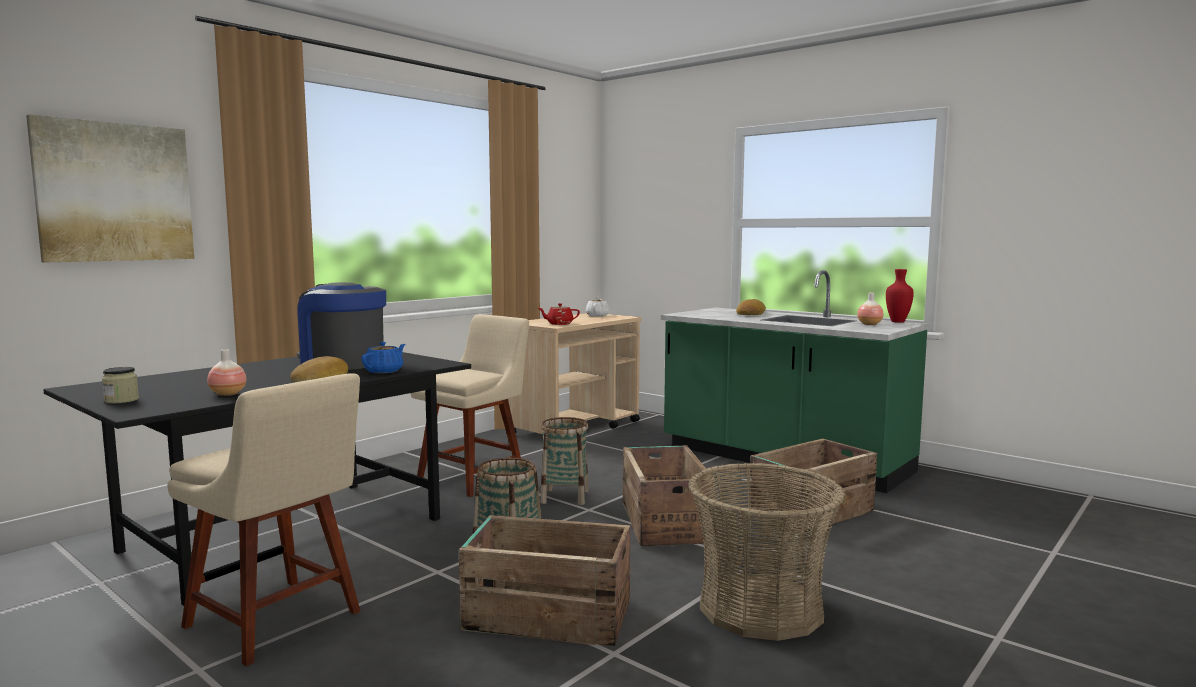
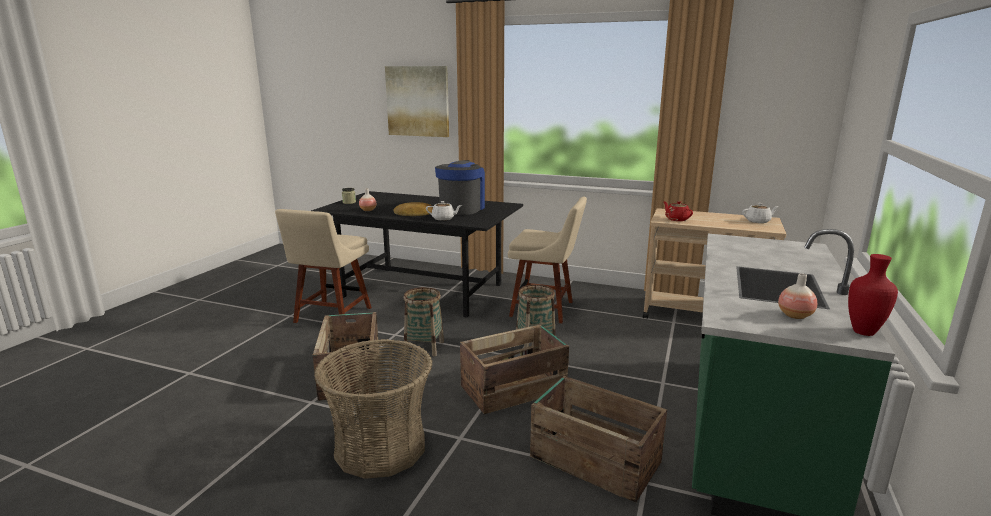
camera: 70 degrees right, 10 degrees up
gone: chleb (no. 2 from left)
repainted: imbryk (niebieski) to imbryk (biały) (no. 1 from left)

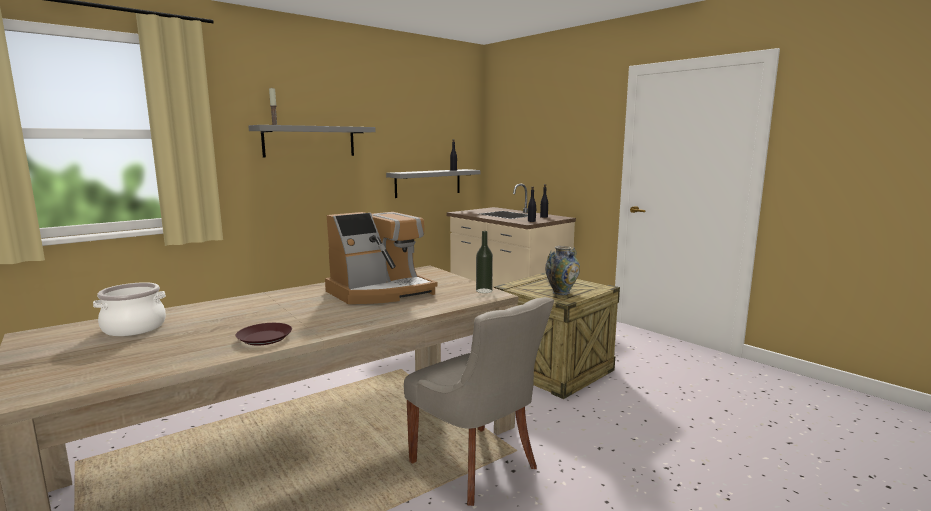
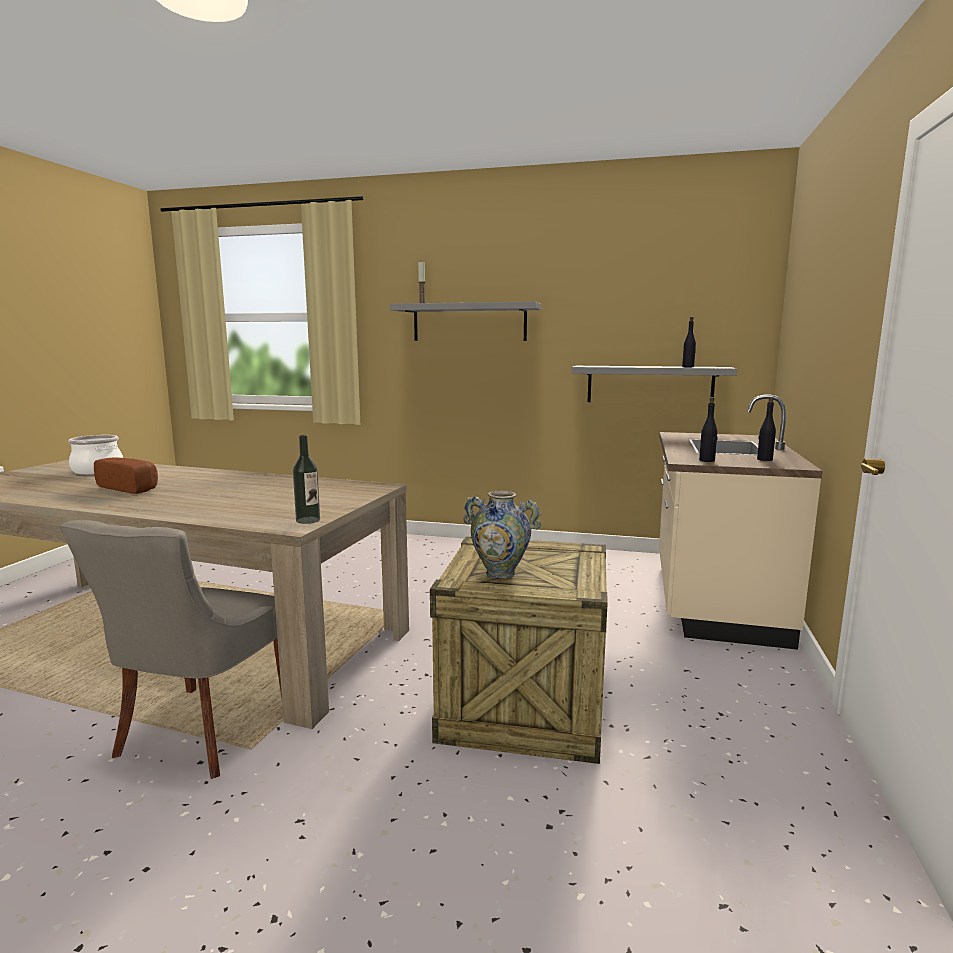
camera: 55 degrees right, 0 degrees up
gone: talerz (brązowy); ekspres do kawy
new: chleb

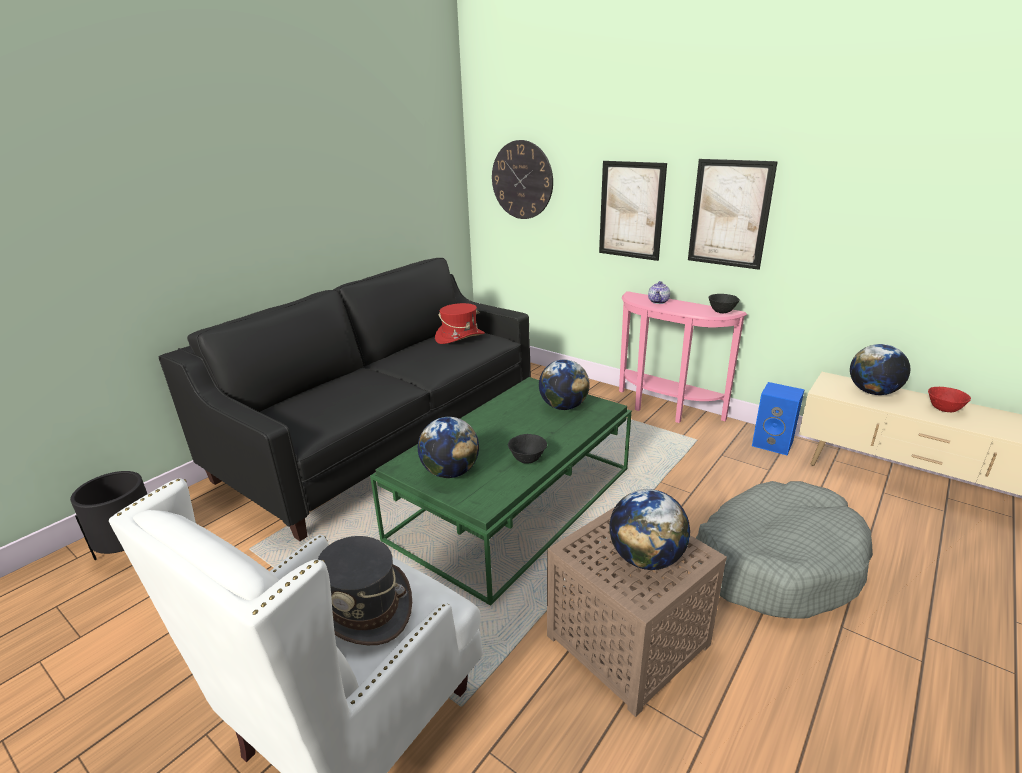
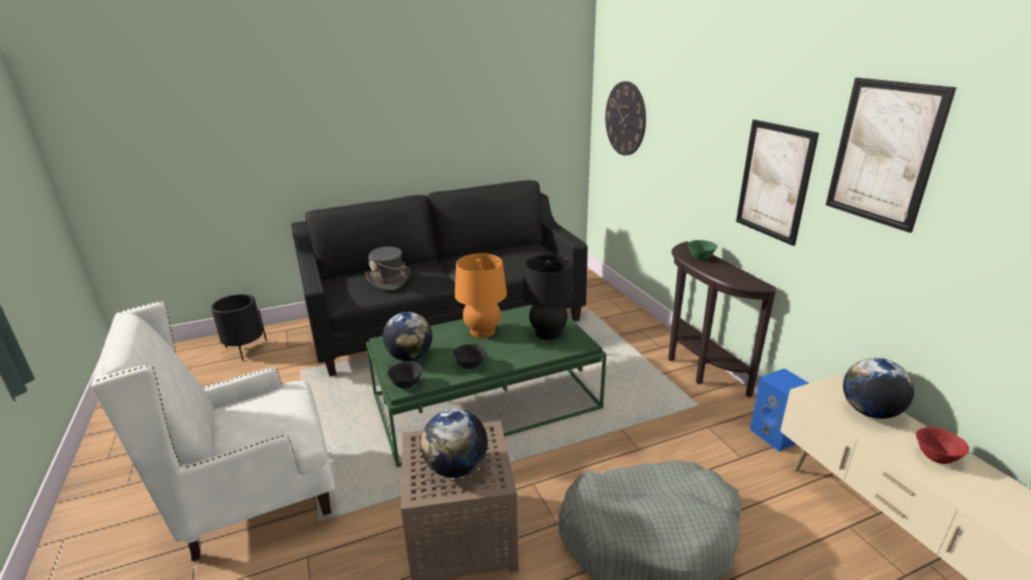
camera: 30 degrees right, 0 degrees up
gone: kapelusz (czerwony)
new: lampa stołowa (pomarańczowy)
shifted: kapelusz (szary); obraz (no. 1 from left in the first image) to obraz (no. 2 from left); miska (czarny) (no. 2 from left in the first image) to miska (czarny) (no. 1 from left)
swapped: globus (no. 2 from left) to lampa stołowa (czarny); imbryk to miska (zielony)
repainted: stolik konsolowy (różowy) to stolik konsolowy (brązowy)

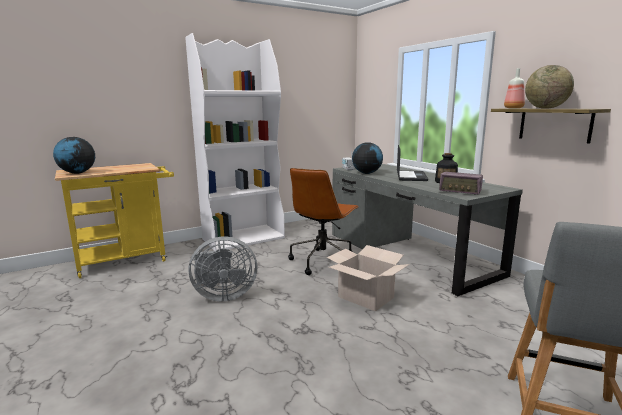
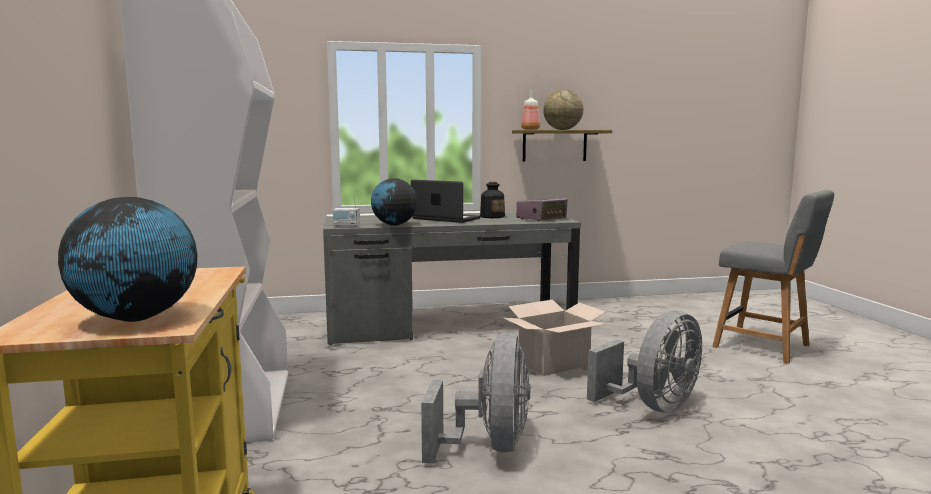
camera: 70 degrees left, 5 degrees down
gone: krzesło biurowe (brązowy)
new: wentylator (szary) (no. 2 from left)

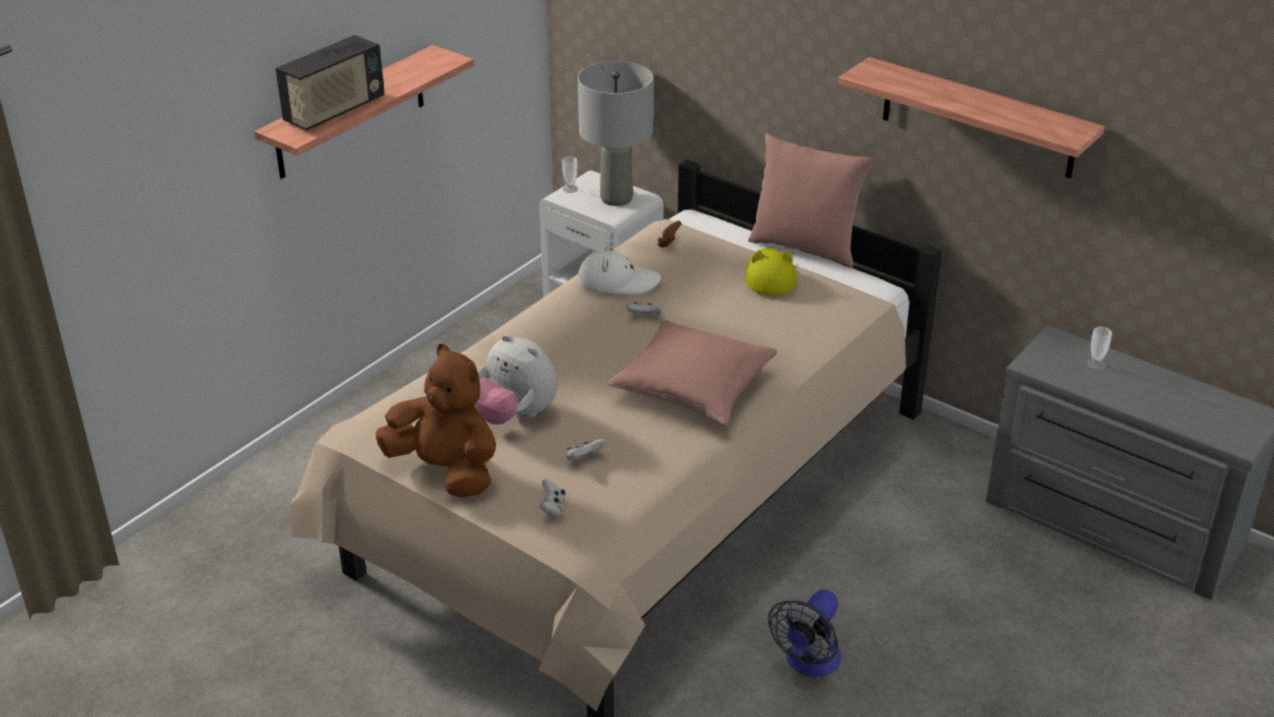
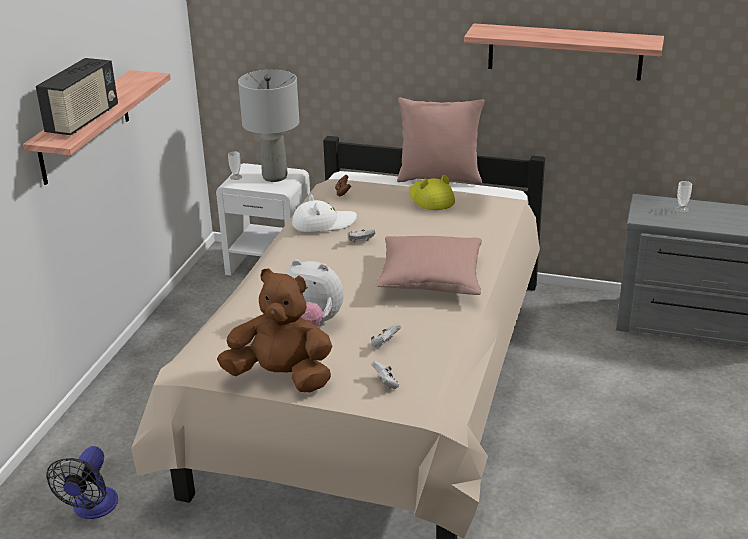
camera: 20 degrees left, 5 degrees down
shifted: wentylator

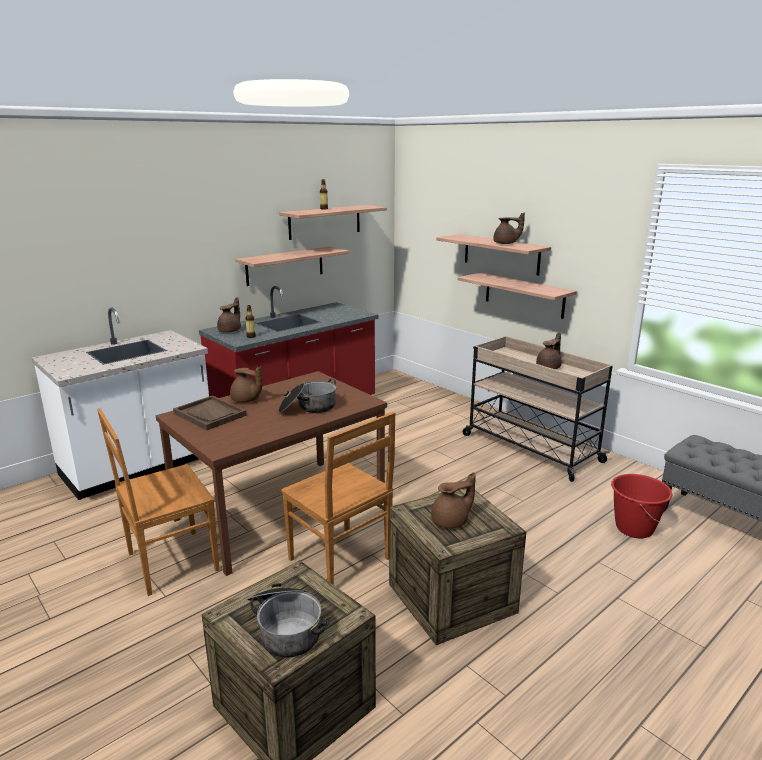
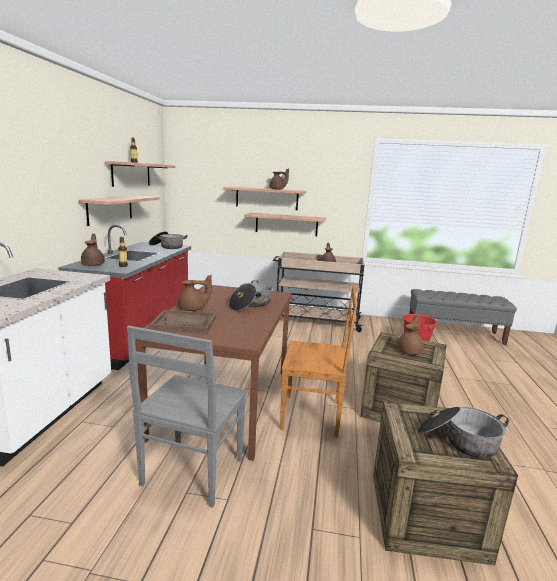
camera: 40 degrees left, 5 degrees down
new: garnek (no. 1 from left)
repainted: krzesło (brązowy) (no. 1 from left) to krzesło (szary)

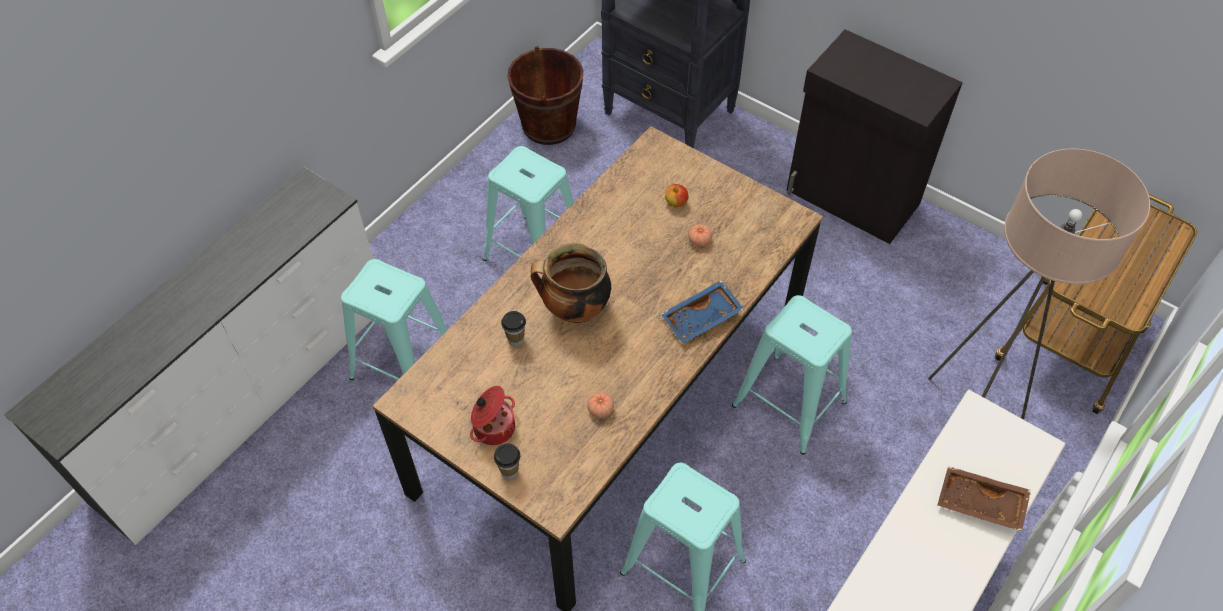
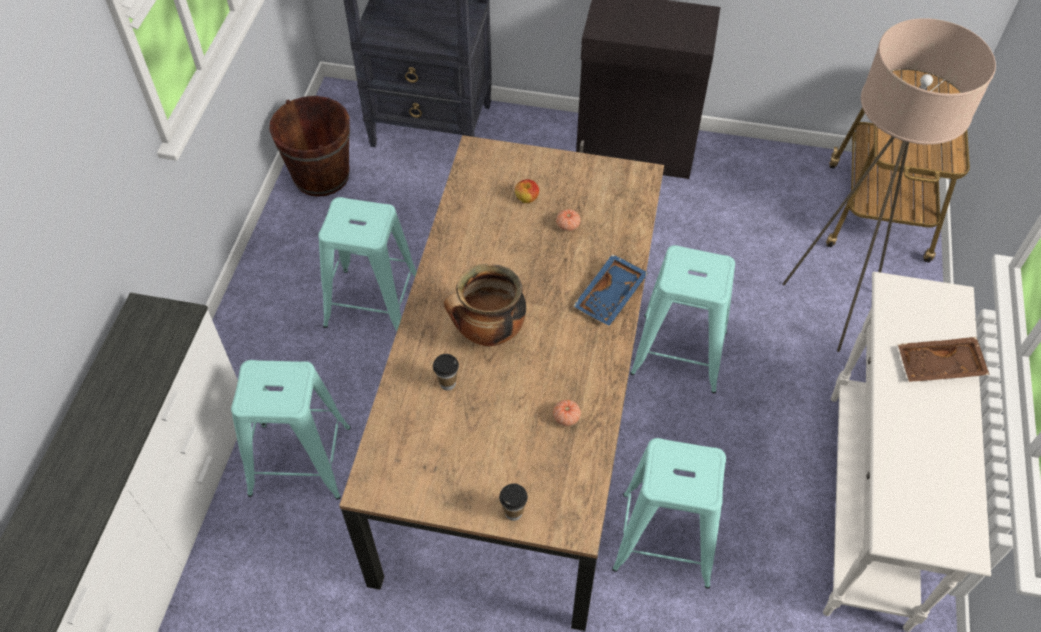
camera: 25 degrees left, 0 degrees up
gone: garnek (no. 1 from left)

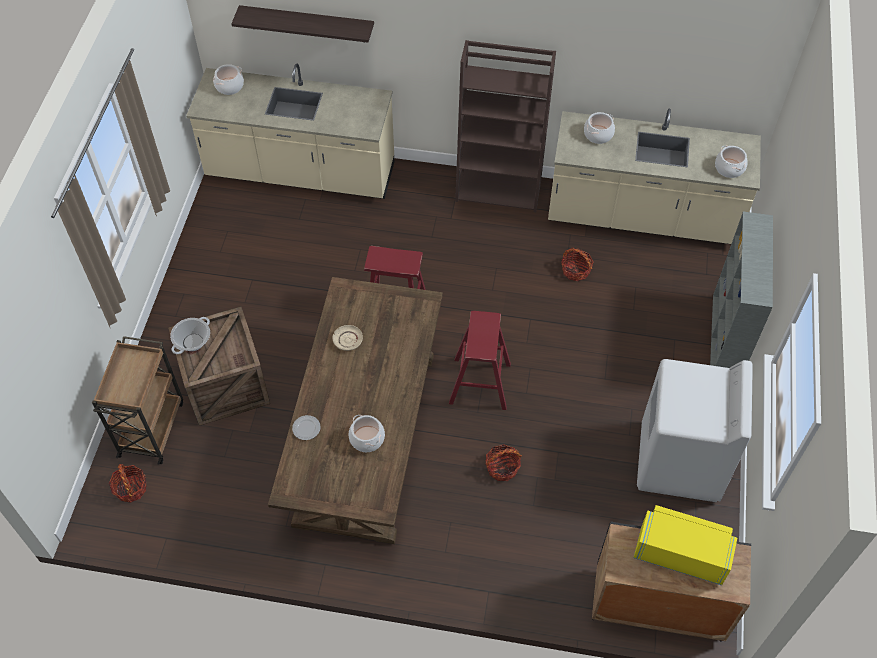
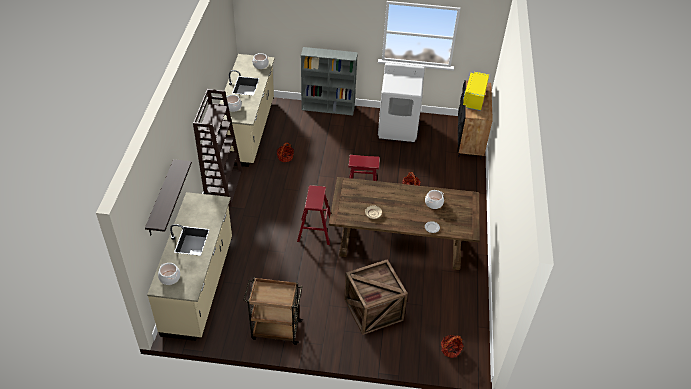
camera: 95 degrees left, 10 degrees down
gone: garnek (no. 1 from left)
shifted: wózek (brązowy)

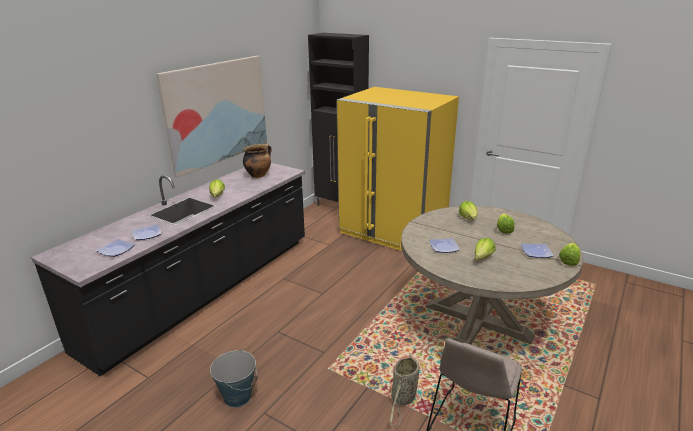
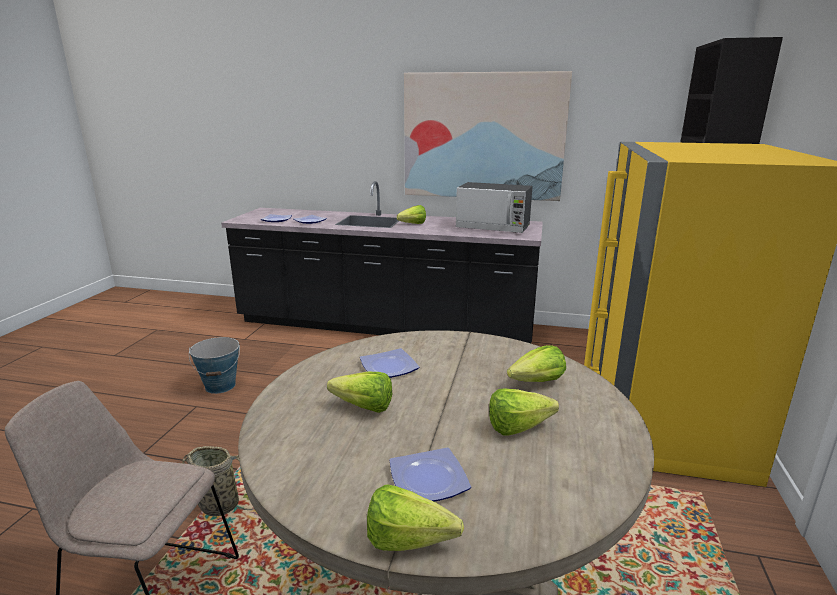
camera: 70 degrees right, 5 degrees down
swapped: garnek to mikrofalówka

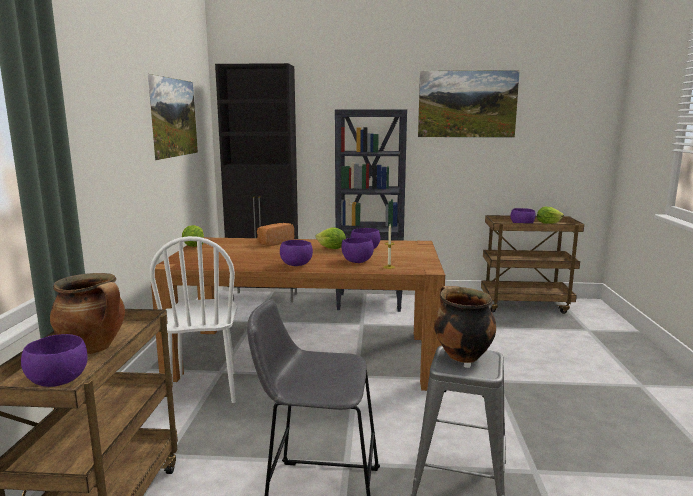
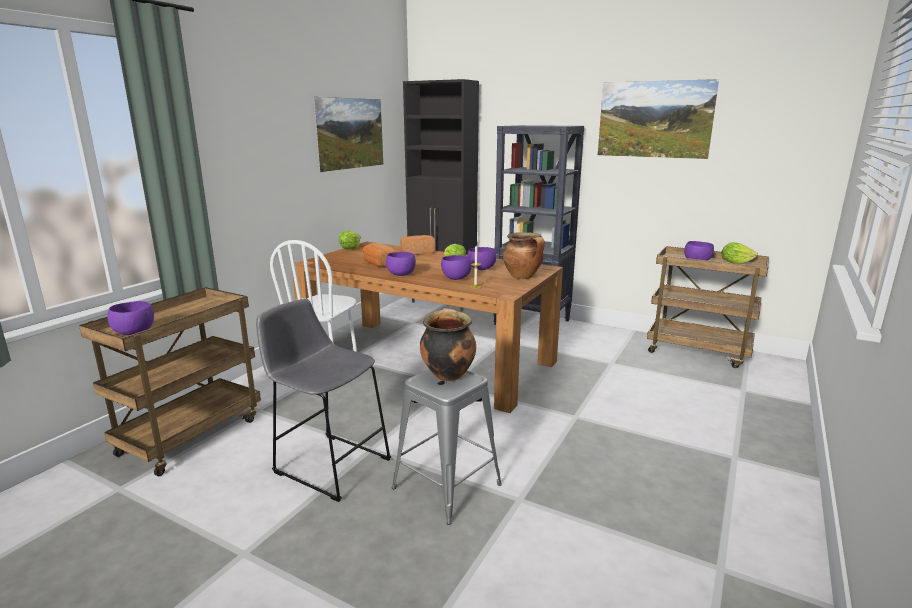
camera: 25 degrees right, 5 degrees up
new: chleb (no. 1 from left)
shifted: garnek (no. 1 from left in the first image) to garnek (no. 2 from left)

